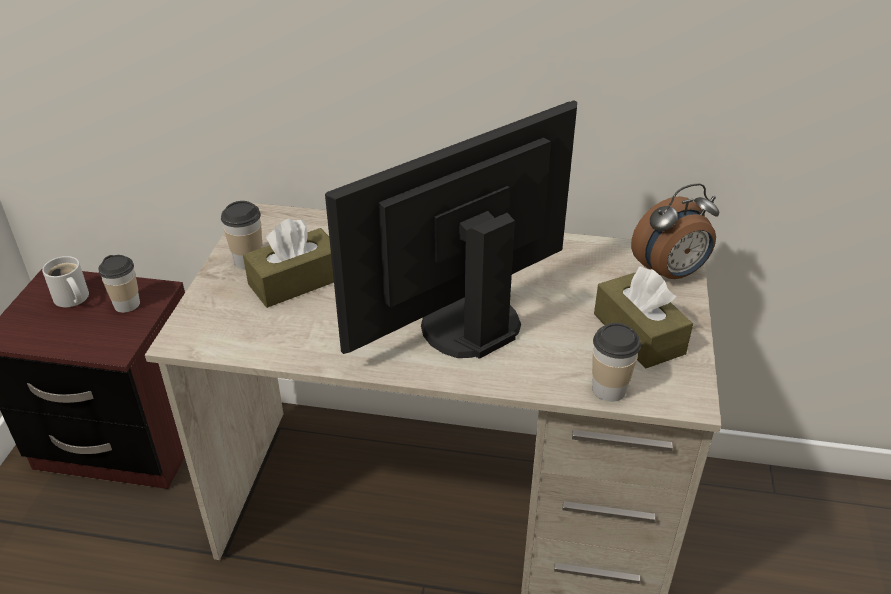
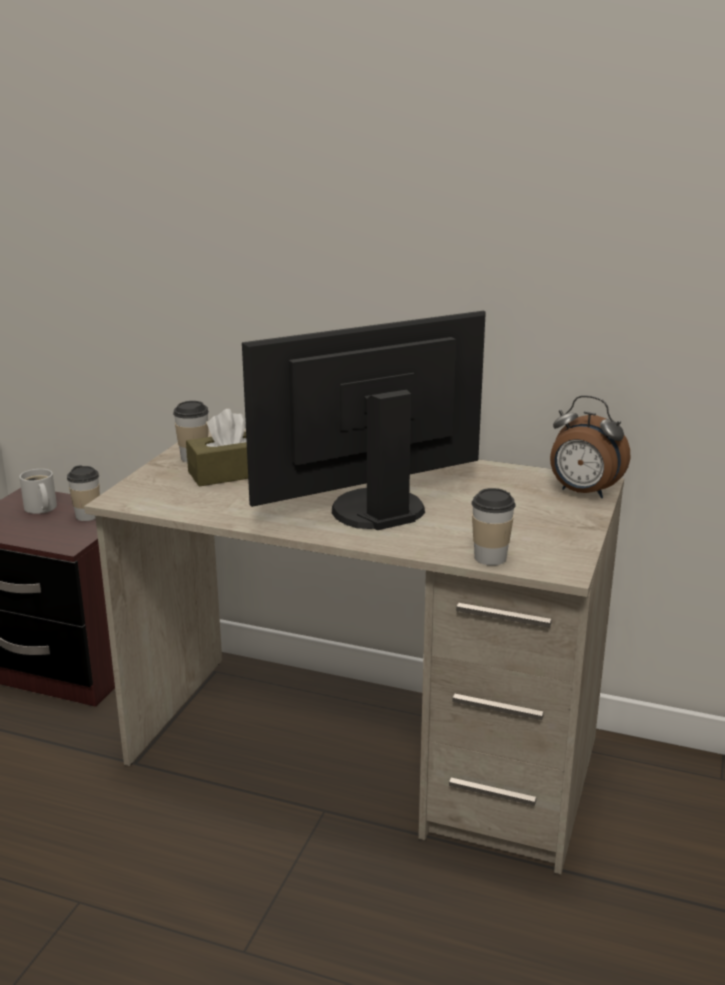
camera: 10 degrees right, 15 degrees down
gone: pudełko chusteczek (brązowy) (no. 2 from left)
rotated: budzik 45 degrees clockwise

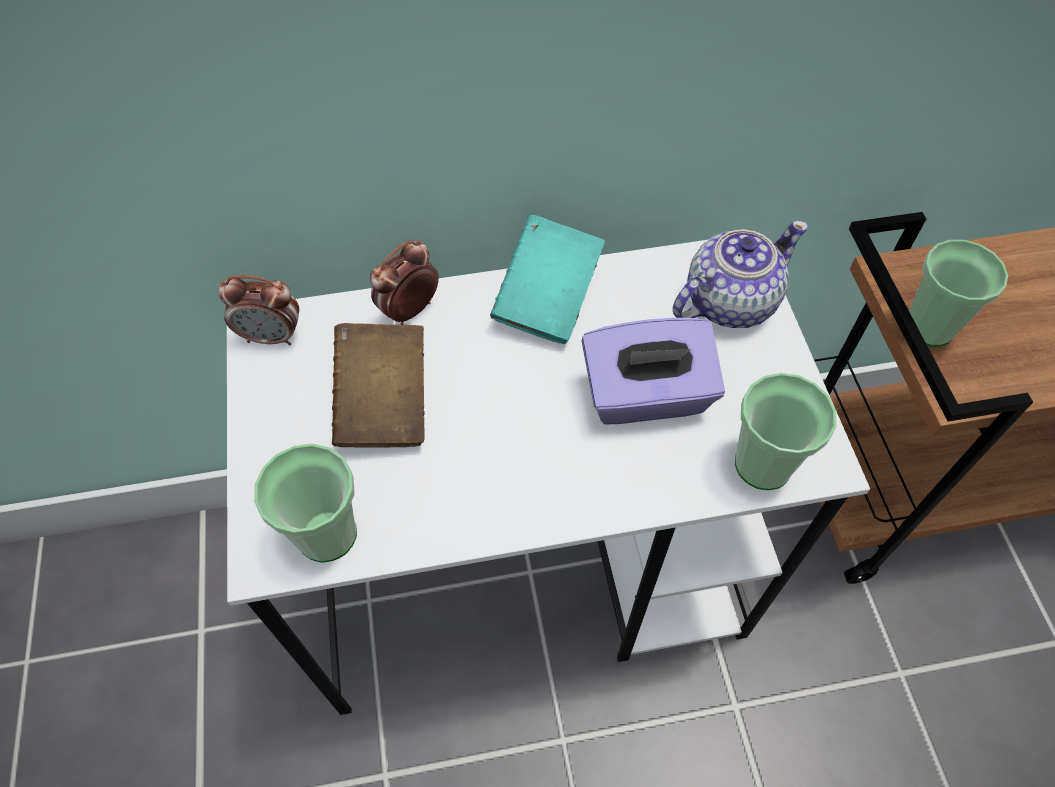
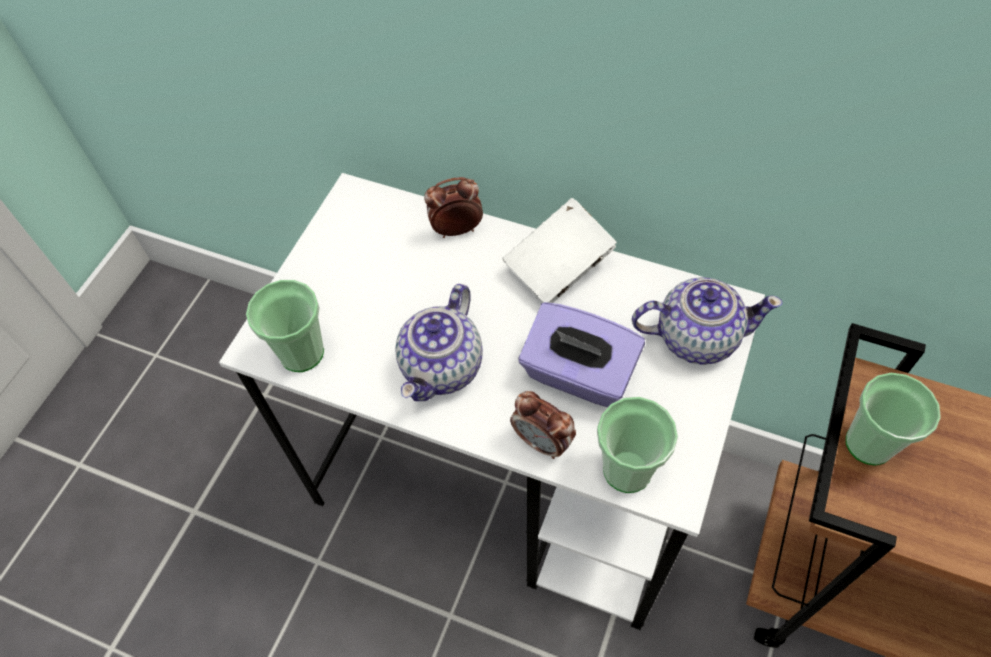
camera: 35 degrees right, 0 degrees up
gone: książka (brązowy)
new: imbryk (no. 1 from left)
shifted: budzik (no. 1 from left in the first image) to budzik (no. 2 from left)
repainted: książka (turkusowy) to książka (biały)

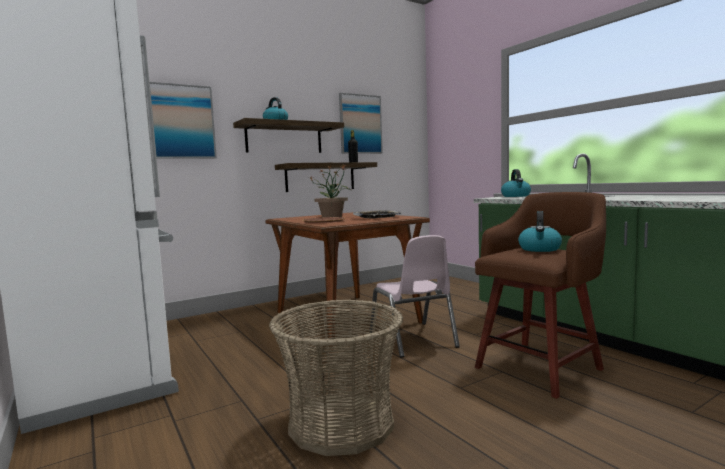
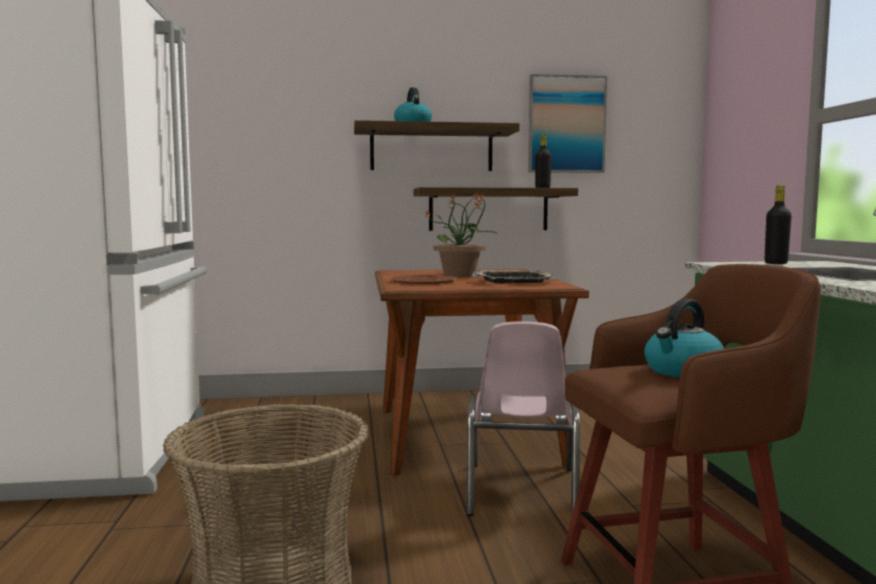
camera: 25 degrees right, 0 degrees up
gone: obraz (no. 1 from left)
swapped: czajnik (no. 2 from left) to butelka (czarny) (no. 2 from left)

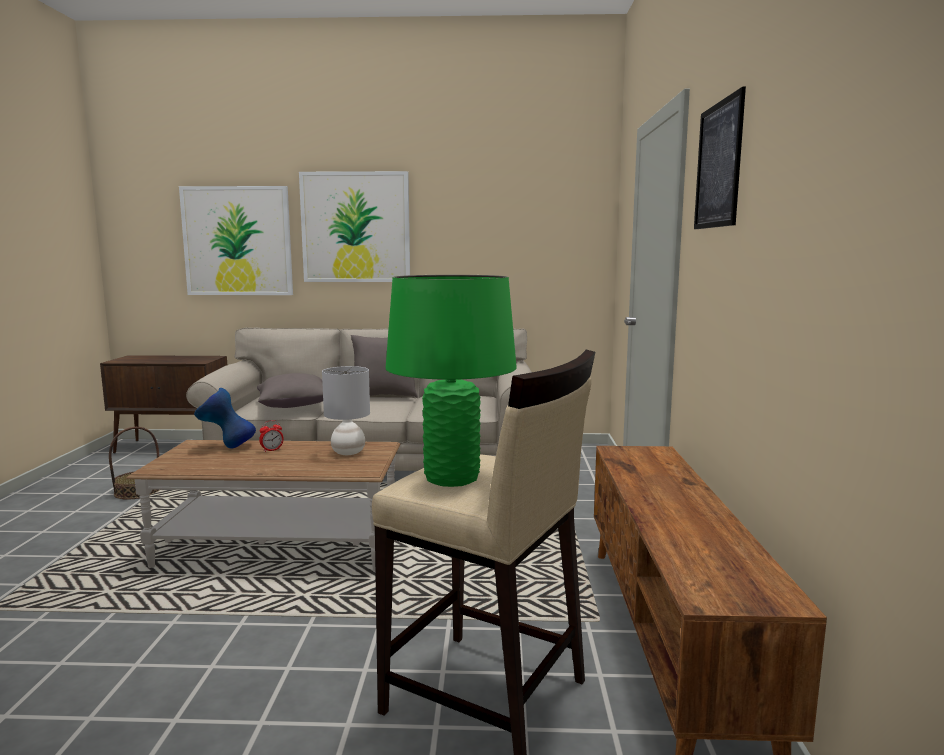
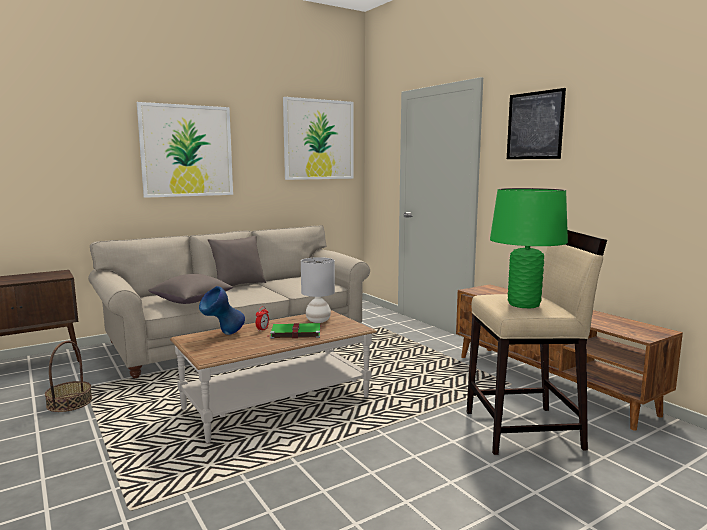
camera: 35 degrees left, 0 degrees up
new: książka (zielony)
shifted: obraz (no. 1 from left in the first image) to obraz (no. 2 from left)

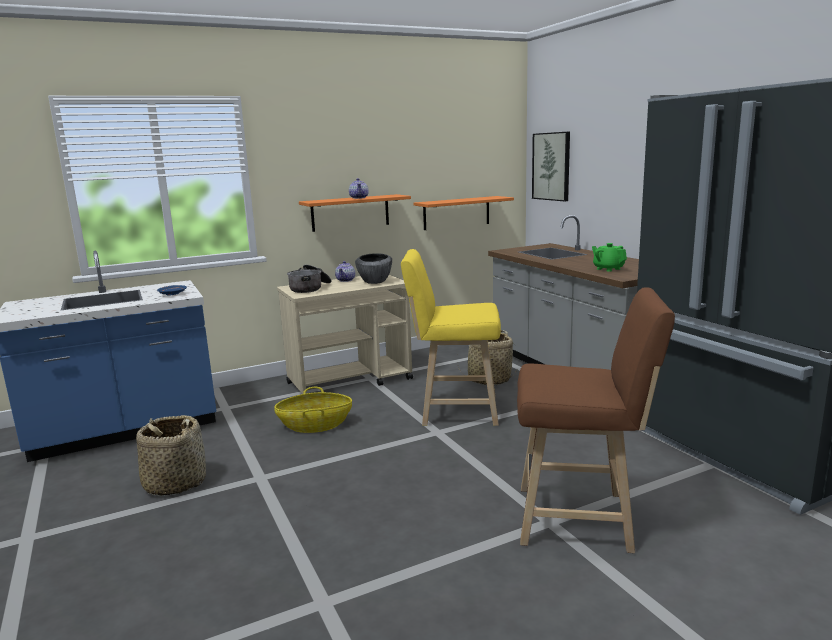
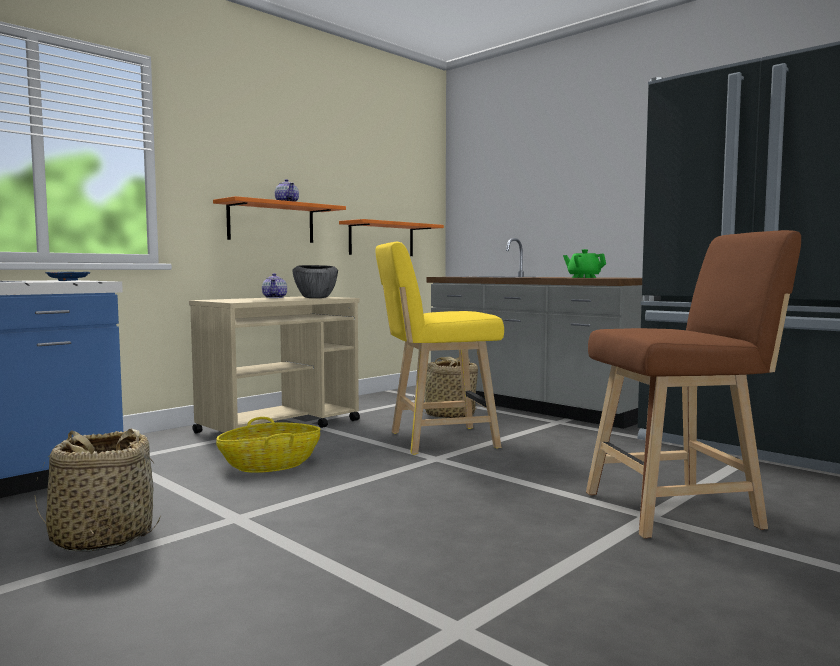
camera: 20 degrees left, 10 degrees down
gone: garnek; obraz

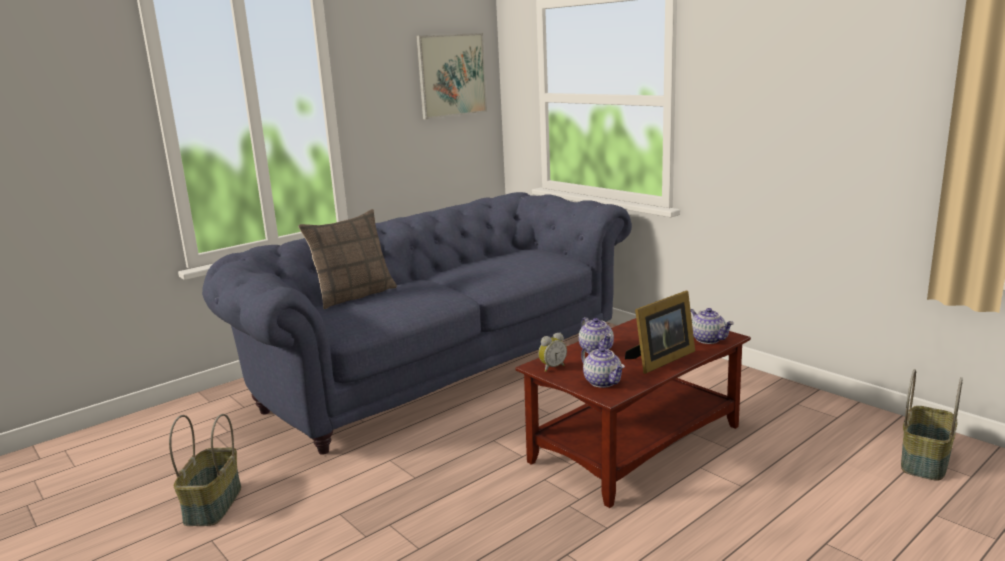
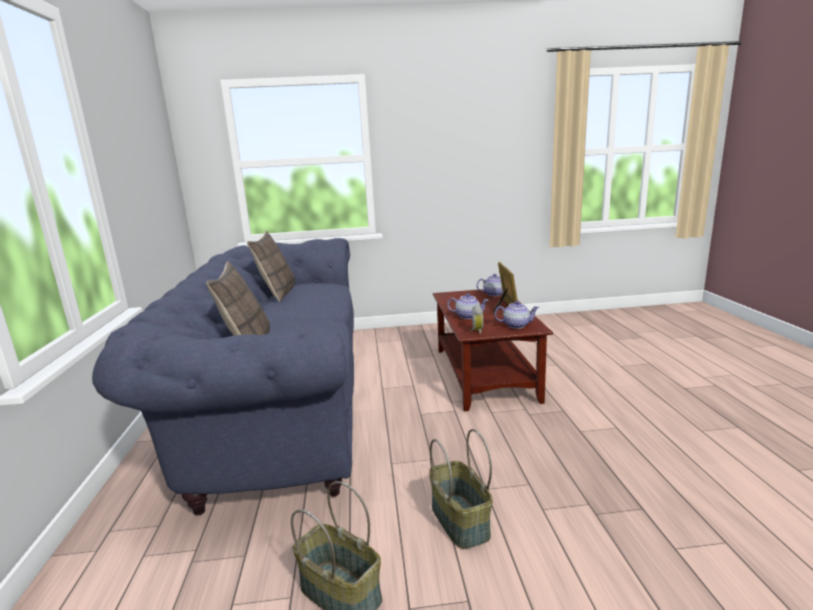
camera: 55 degrees left, 0 degrees up
gone: obraz
new: poduszka (no. 2 from left)
shifted: koszyk (no. 2 from left)

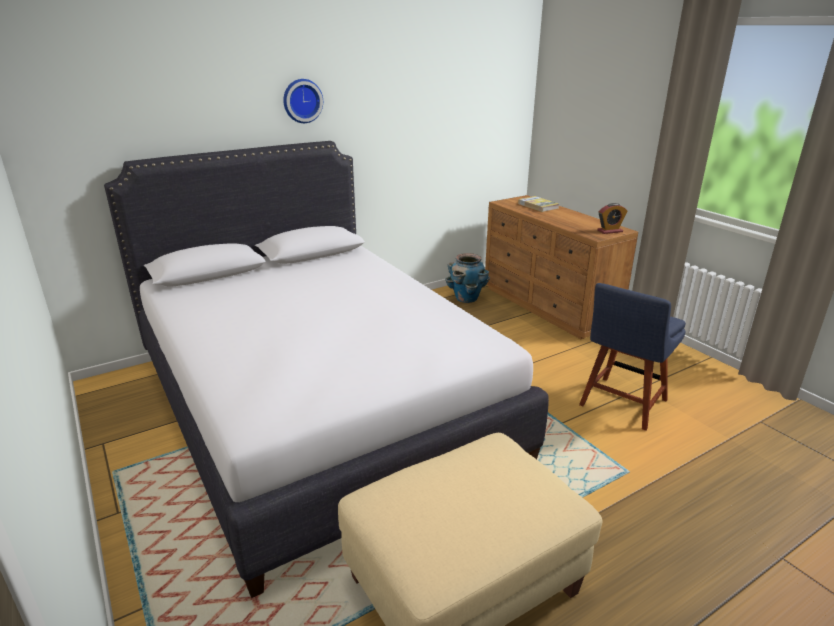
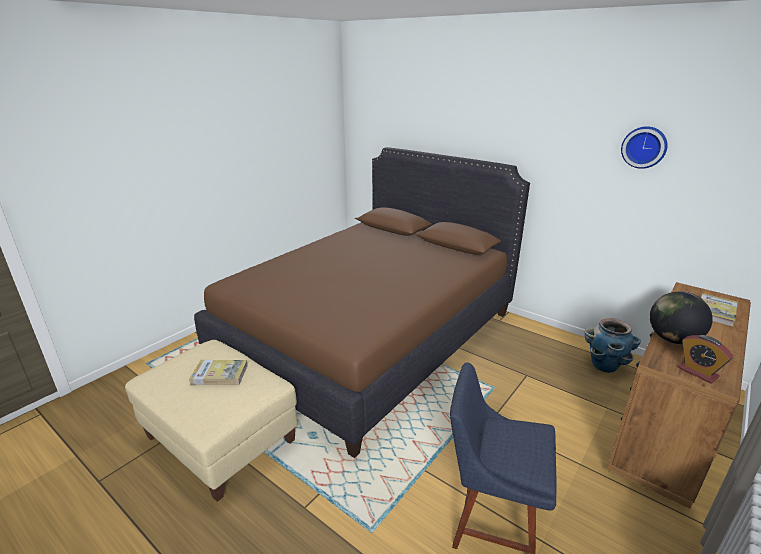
camera: 70 degrees right, 0 degrees up
new: książka (no. 1 from left); globus
shifted: zegar ścienny
repainted: łóżko (biały) to łóżko (brązowy)

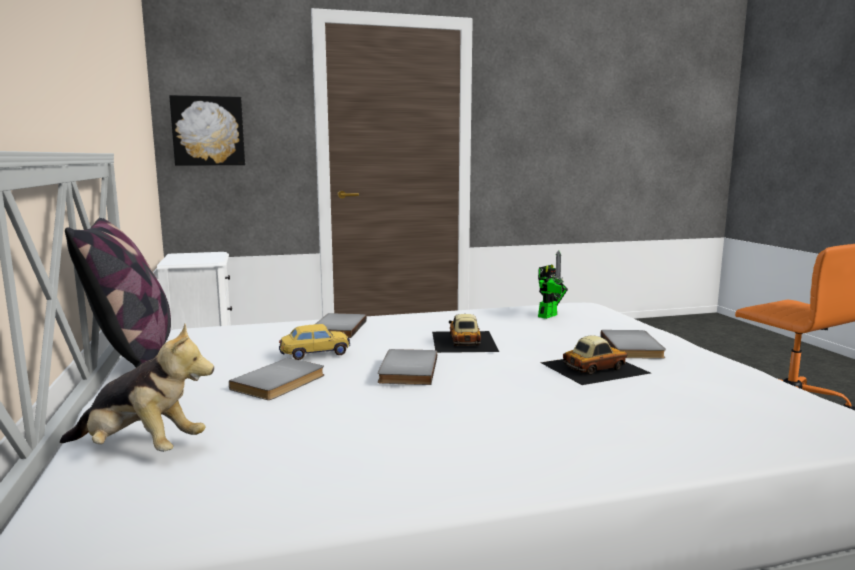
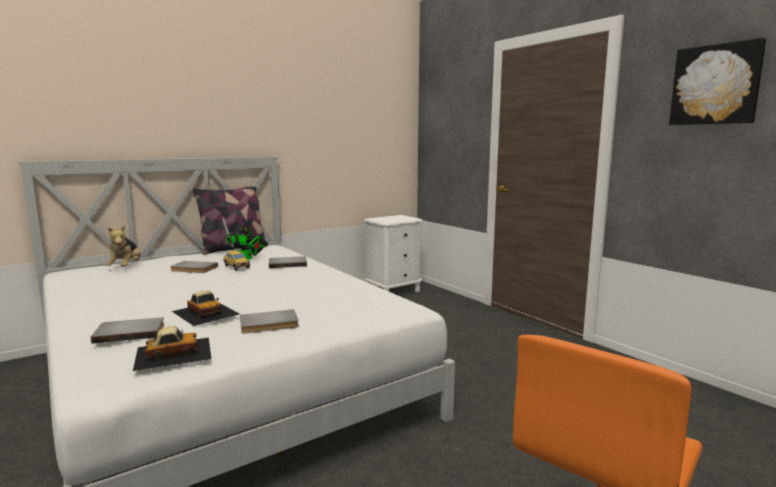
camera: 70 degrees right, 0 degrees up
shifted: obraz; książka (szary) (no. 3 from left in the first image) to książka (szary) (no. 1 from left); samochodzik (no. 2 from left in the first image) to samochodzik (no. 1 from left); robot zabawkowy

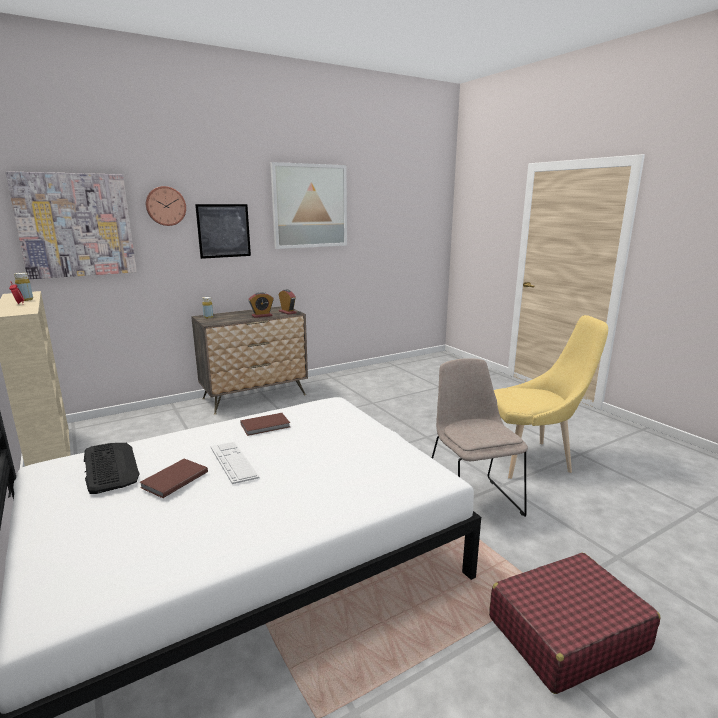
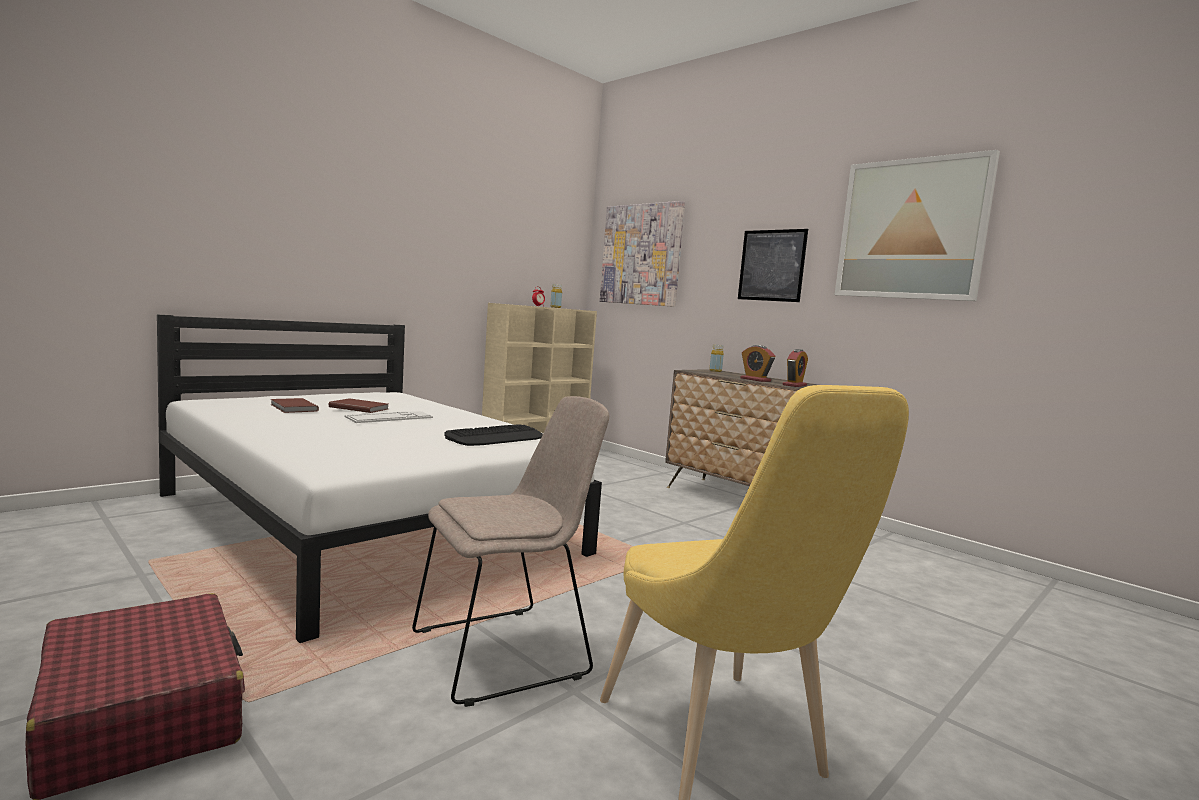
camera: 75 degrees right, 10 degrees down
gone: zegar ścienny
shifted: klawiatura (no. 1 from left in the first image) to klawiatura (no. 2 from left); książka (brązowy) (no. 2 from left in the first image) to książka (brązowy) (no. 1 from left)

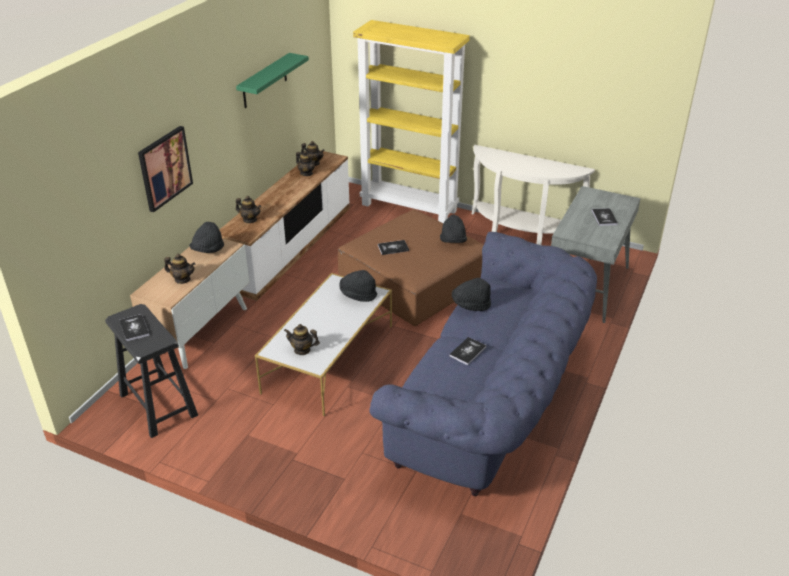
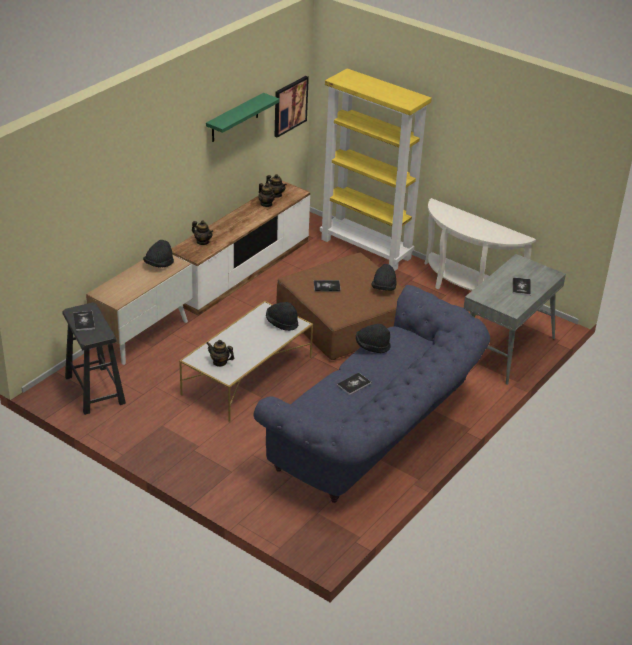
camera: 10 degrees right, 0 degrees up
gone: imbryk (no. 1 from left)
shifted: obraz

